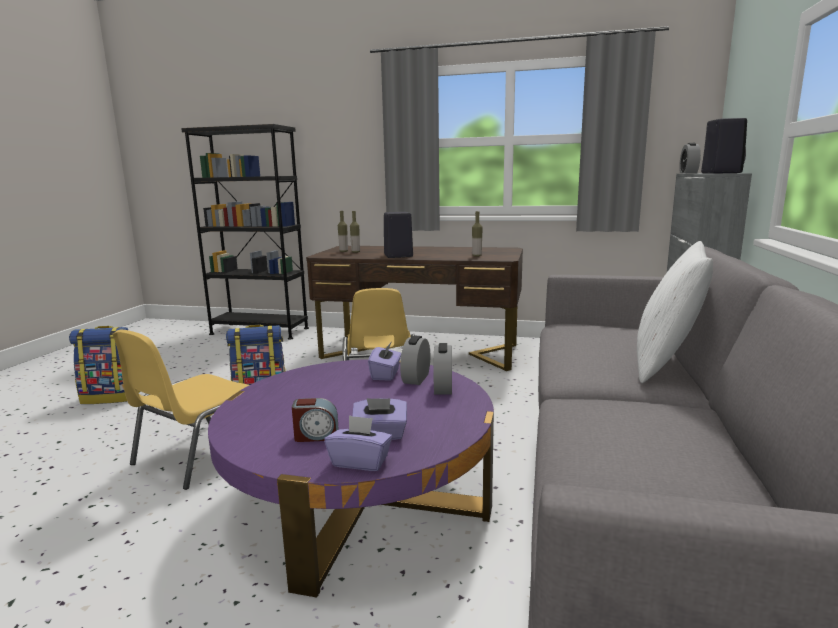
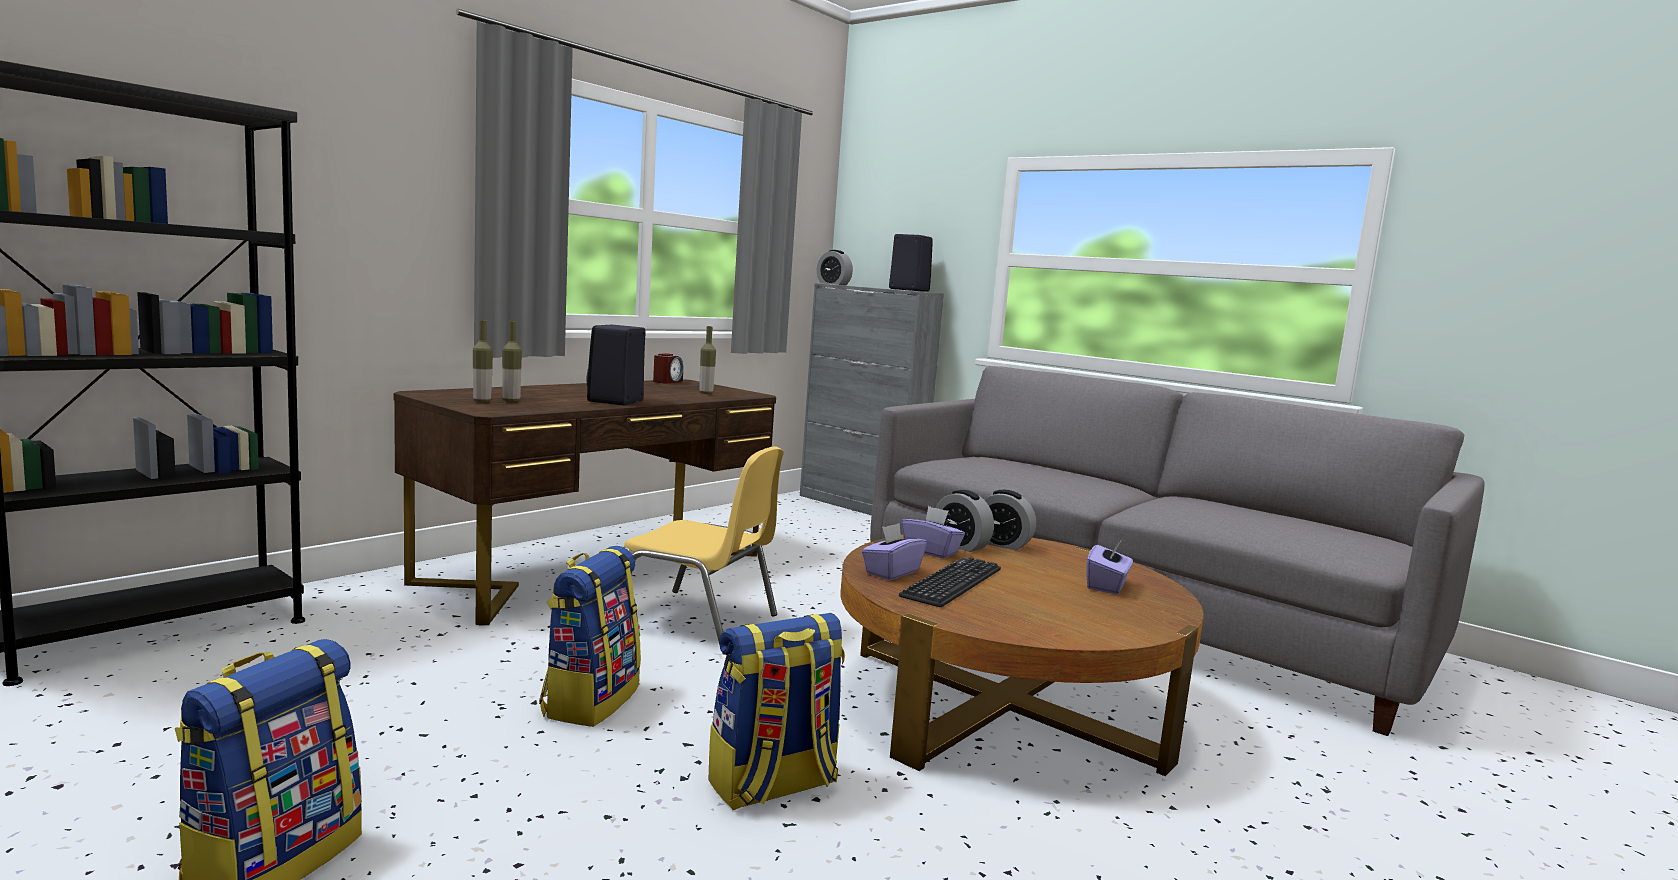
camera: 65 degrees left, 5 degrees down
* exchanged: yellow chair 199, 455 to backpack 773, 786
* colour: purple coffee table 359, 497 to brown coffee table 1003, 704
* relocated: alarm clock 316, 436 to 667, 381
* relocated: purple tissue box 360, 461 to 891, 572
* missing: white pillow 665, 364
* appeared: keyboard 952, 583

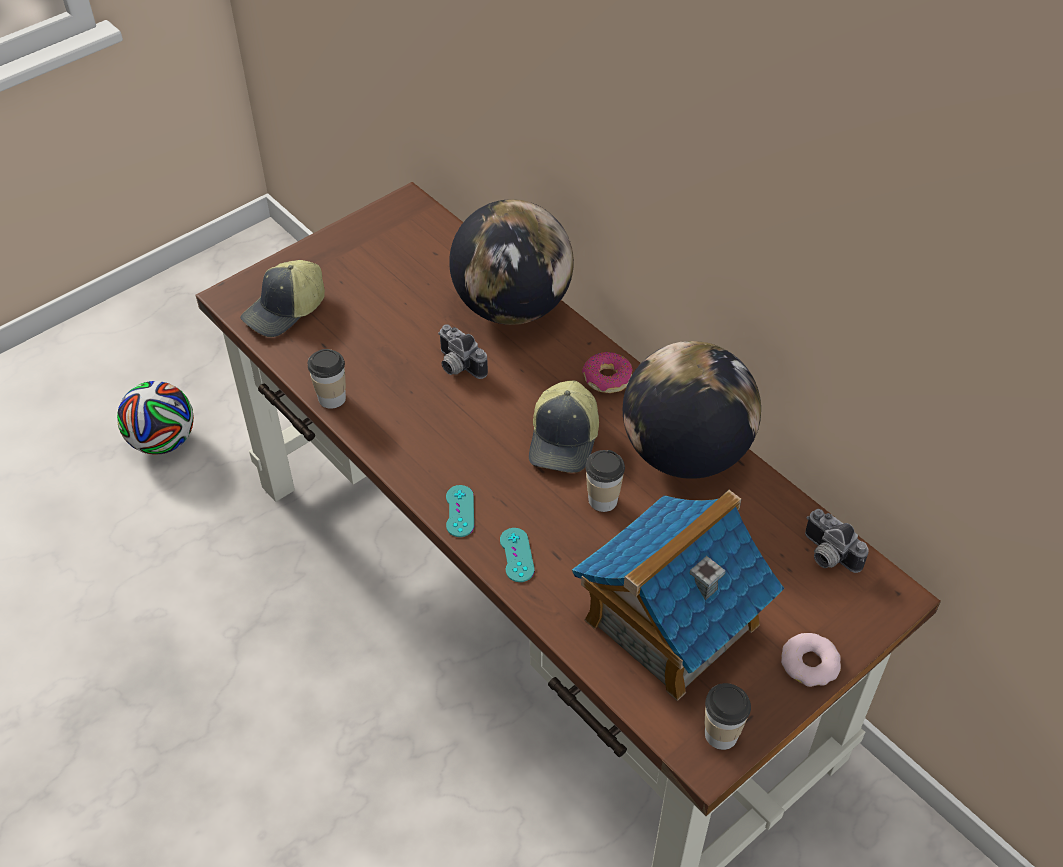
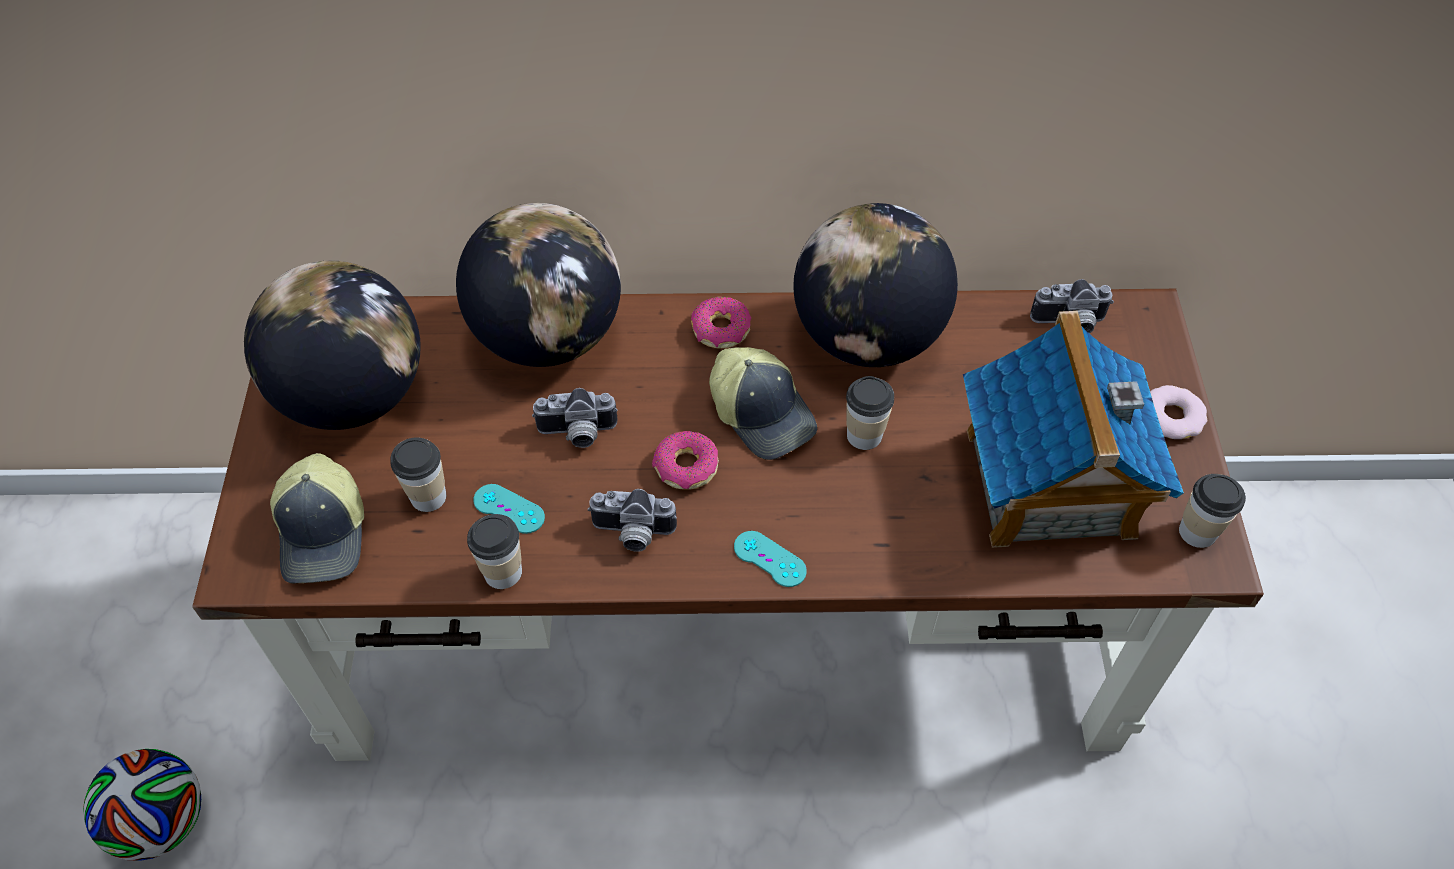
camera: 50 degrees left, 5 degrees up
* relocated: turquoise game controller 517, 555 to 509, 509
* appeared: globe 353, 396
* appeared: cup 428, 496
* appeared: photo camera 632, 534
* appeared: donut 686, 467

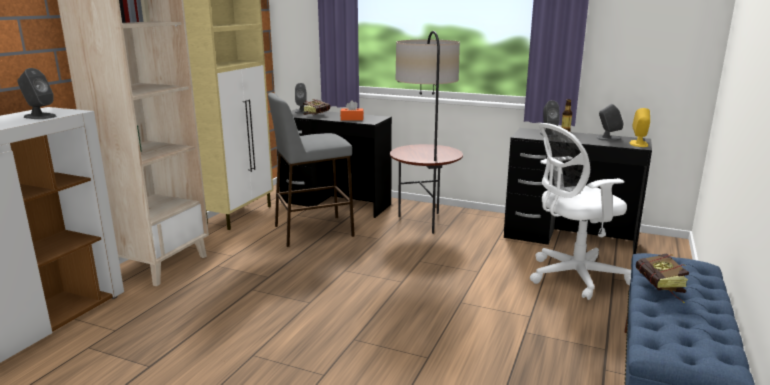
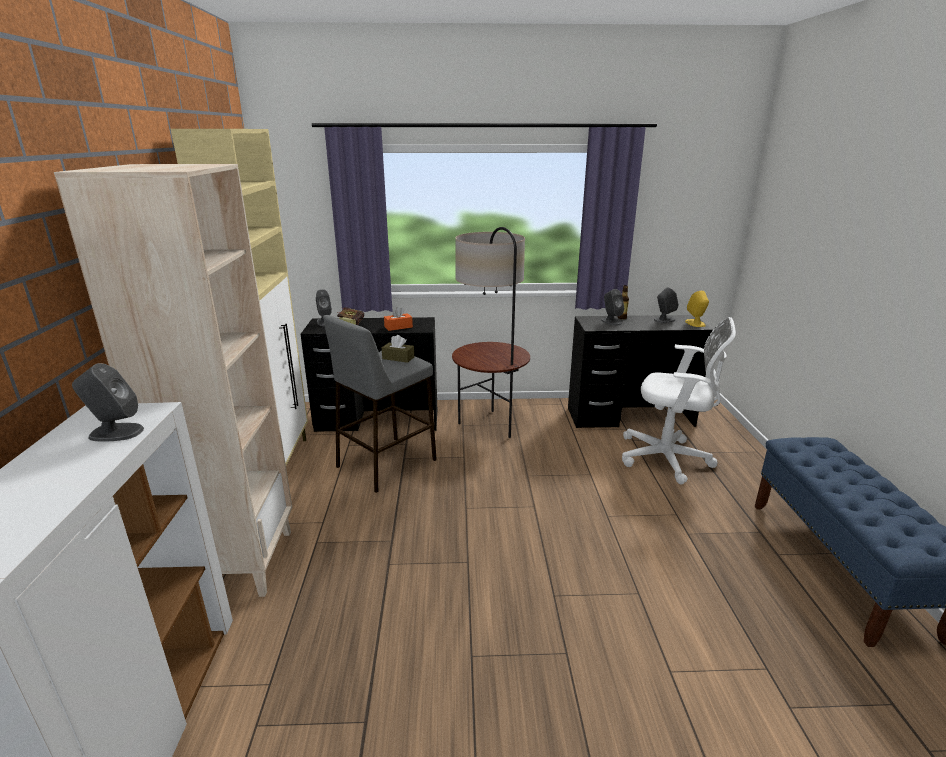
camera: 25 degrees left, 5 degrees up
* spun: white office chair 572, 277 = 668, 459 120 degrees counterclockwise
* missing: book 661, 289
* appeared: brown tissue box 398, 358

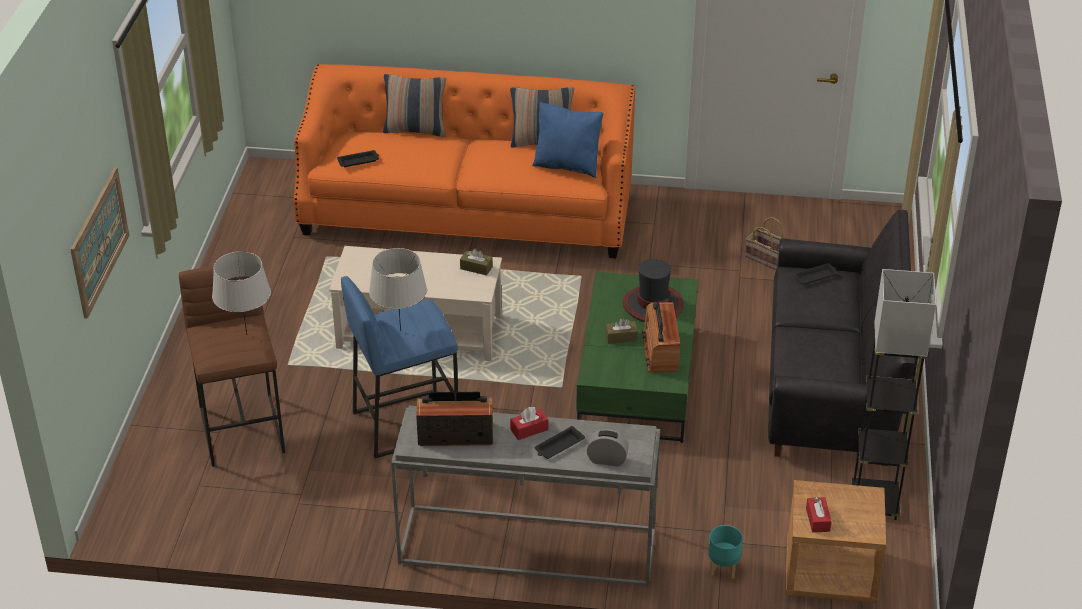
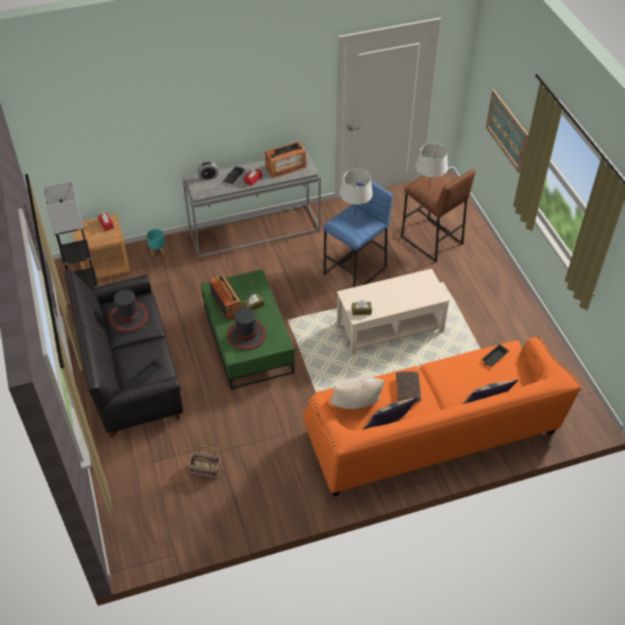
camera: 155 degrees right, 10 degrees up
* colour: blue pillow 567, 165 to beige pillow 356, 407
* appeared: hat 128, 317
* appeared: brown book 408, 389

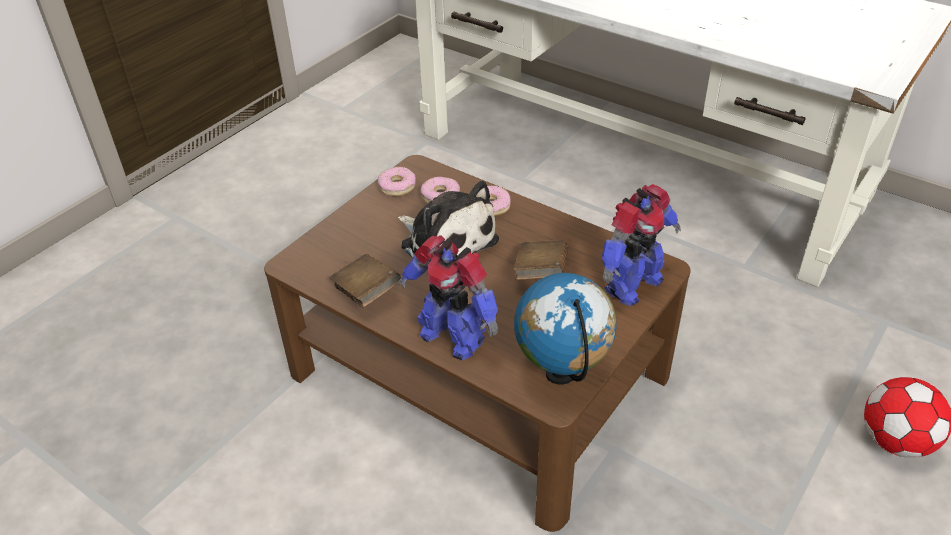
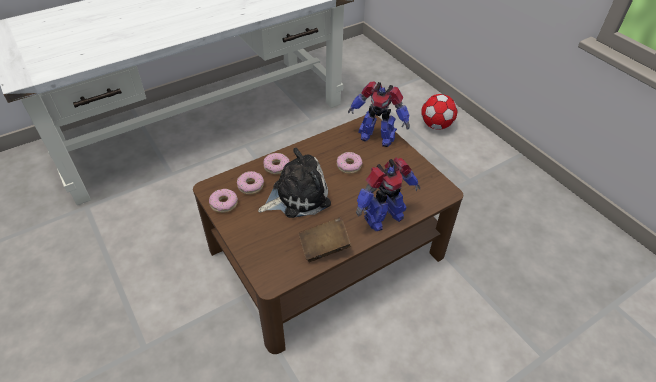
camera: 70 degrees left, 5 degrees up
* exchanged: brown book 540, 273 to donut 349, 166
* missing: globe 562, 374
* spun: toy robot 631, 285 = 376, 137 135 degrees clockwise

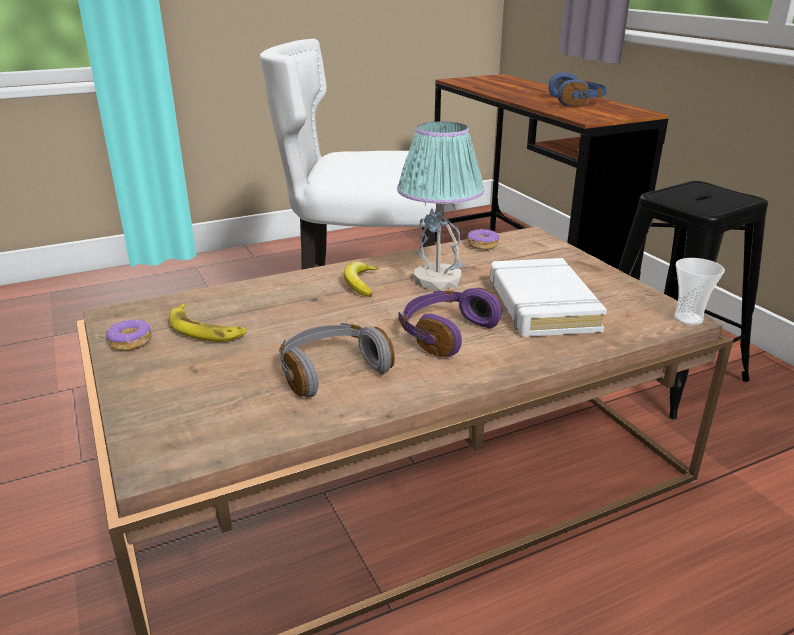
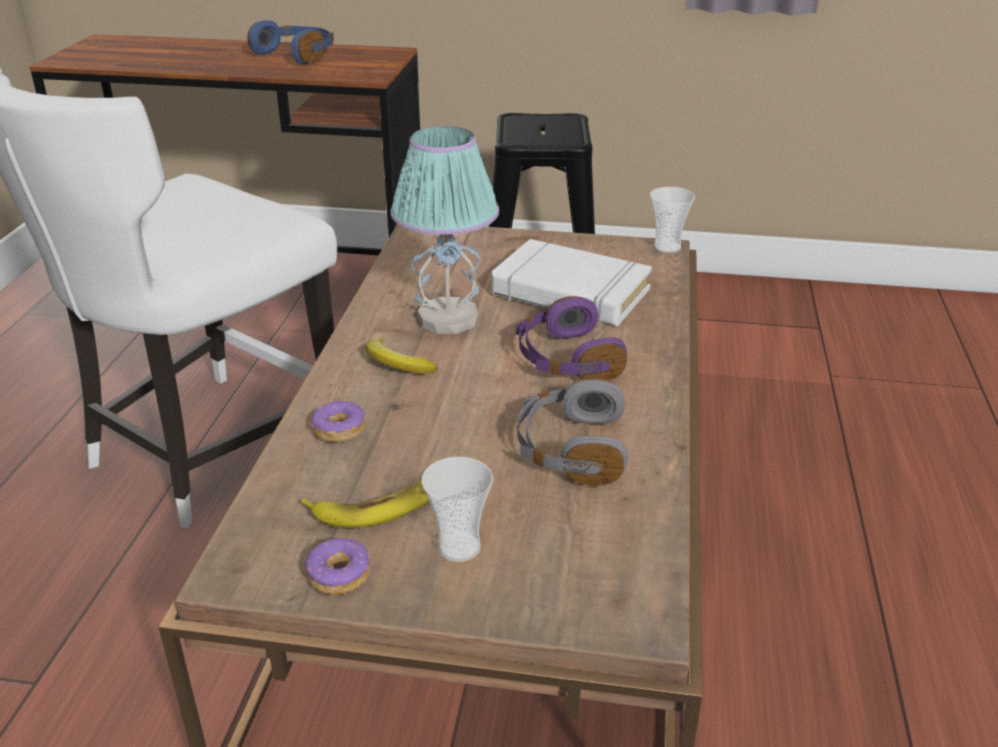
camera: 55 degrees left, 5 degrees up
* relocated: donut 482, 245 to 339, 430
* appeared: cup 459, 547

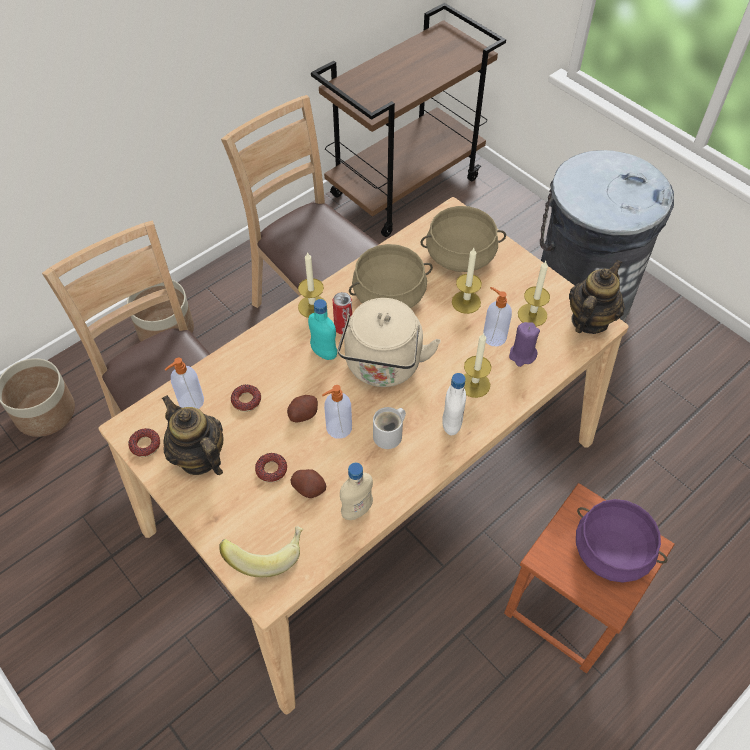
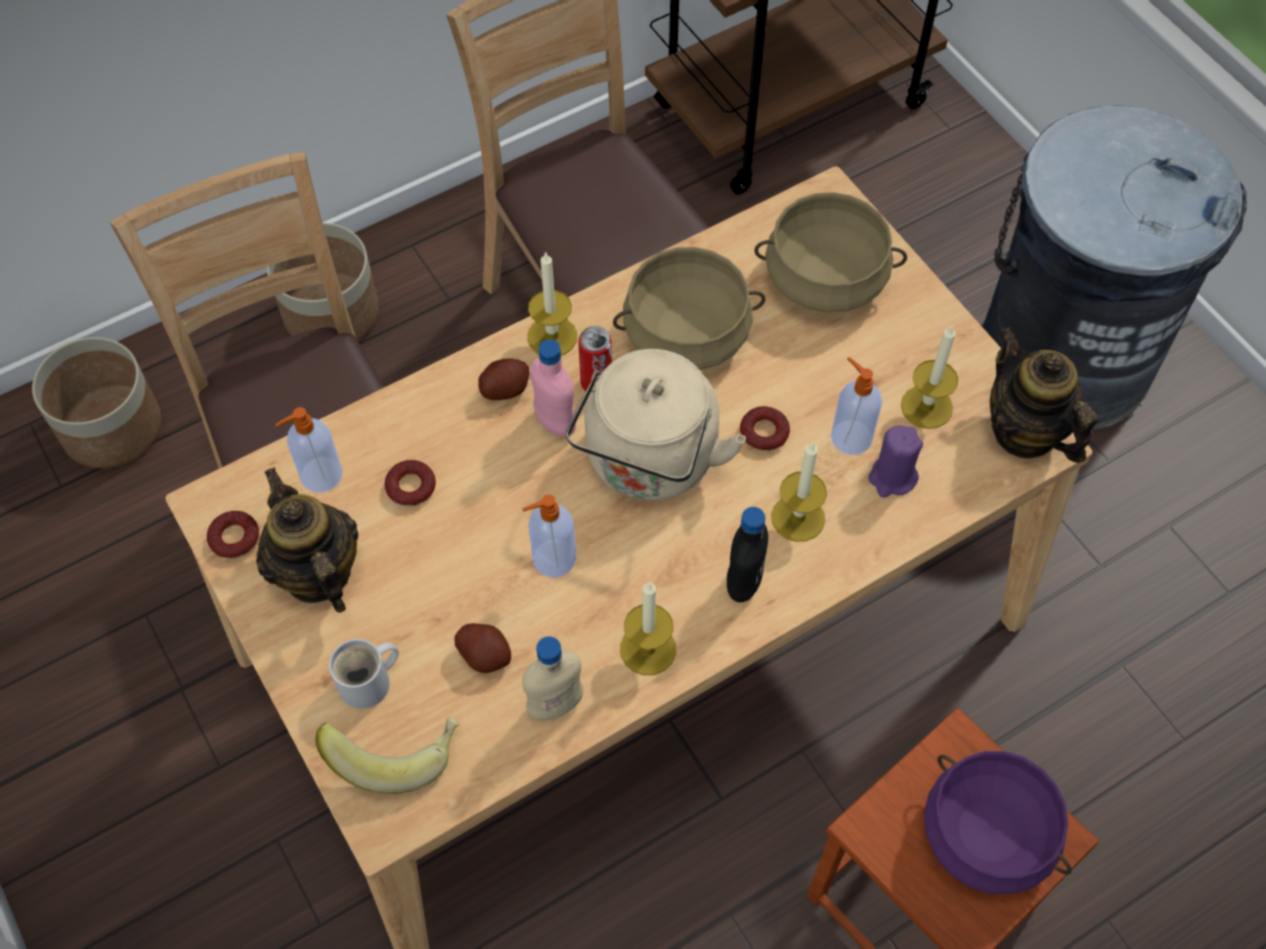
camera: 10 degrees right, 5 degrees up
* relocated: donut 271, 470 to 764, 433
* relocated: potato 303, 414 to 505, 388
* colour: turquoise bottle 324, 353 to pink bottle 555, 422
* relocated: white mug 390, 435 to 370, 683
* colour: white bottle 451, 424 to black bottle 743, 582
* relocated: candle 466, 302 to 648, 649
* spun: teapot 589, 320 = 1024, 431 75 degrees counterclockwise

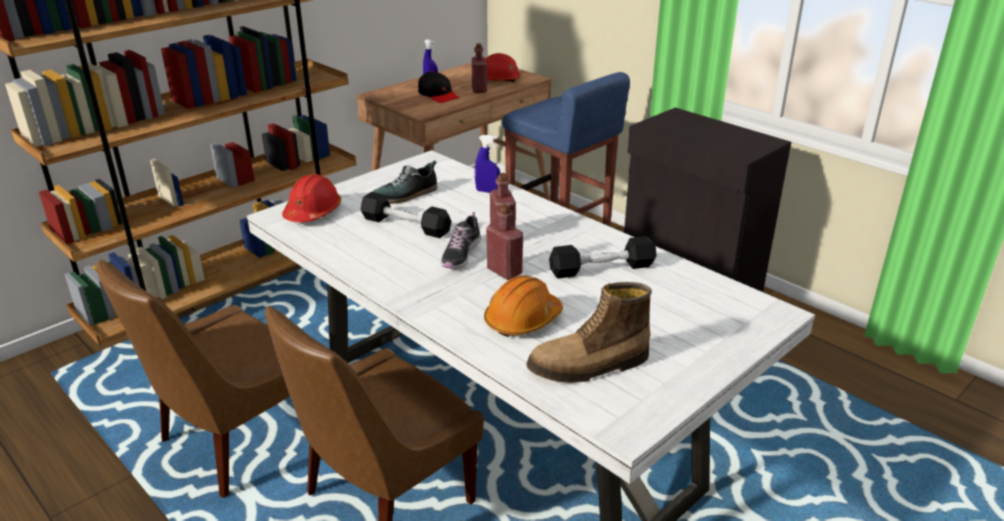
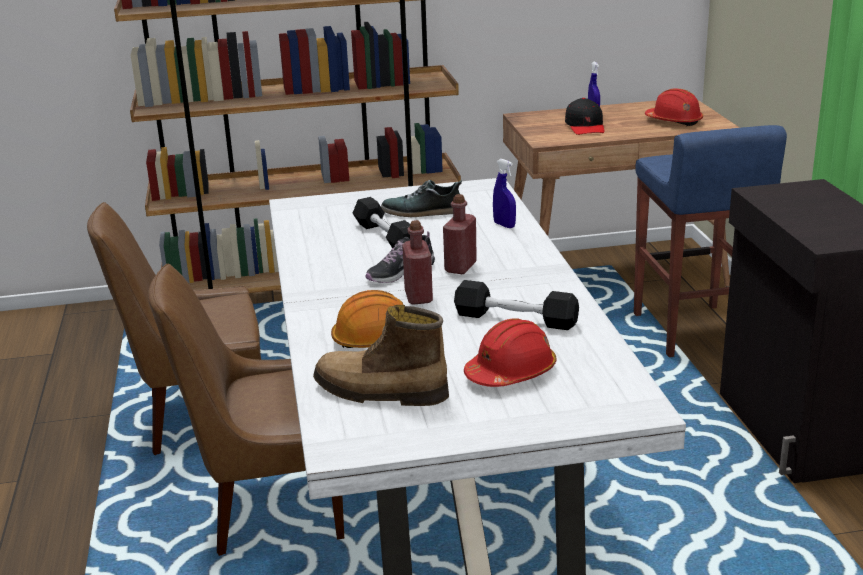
camera: 35 degrees right, 5 degrees down
* relocated: red hard hat 313, 212 to 511, 373
* missing: red bottle 479, 90

